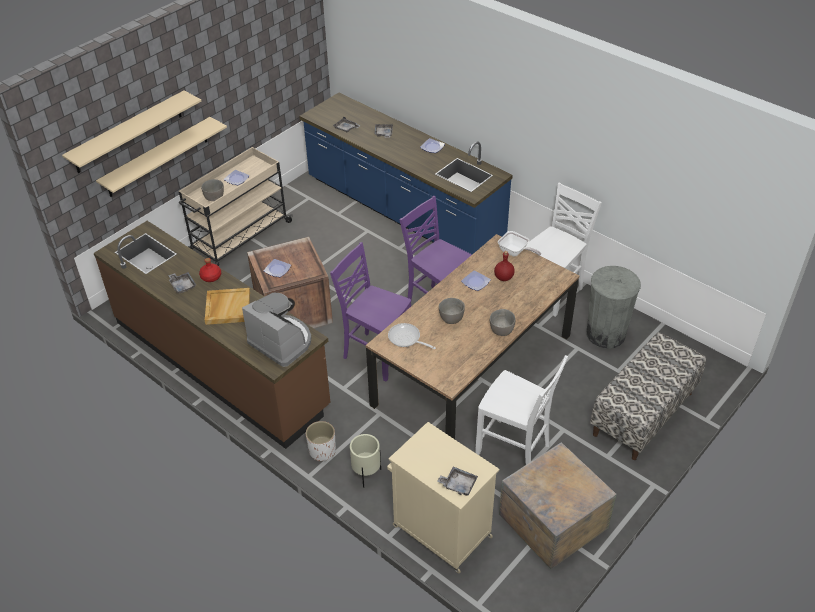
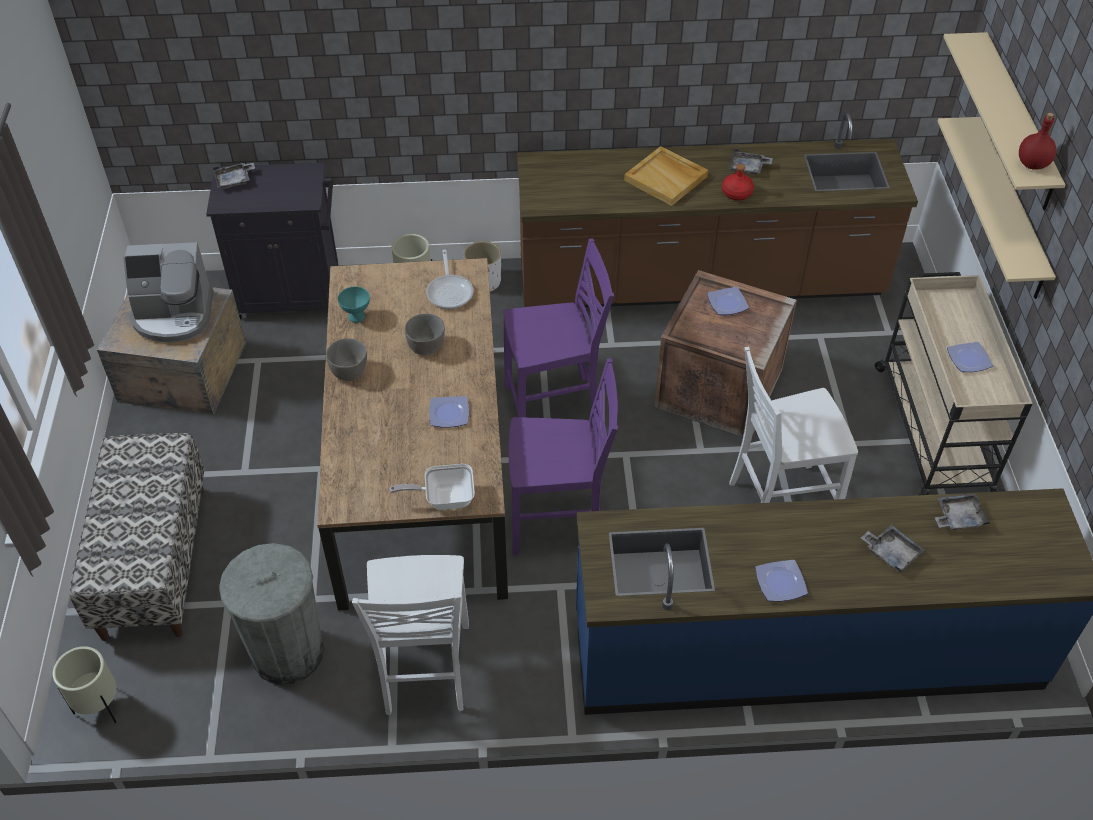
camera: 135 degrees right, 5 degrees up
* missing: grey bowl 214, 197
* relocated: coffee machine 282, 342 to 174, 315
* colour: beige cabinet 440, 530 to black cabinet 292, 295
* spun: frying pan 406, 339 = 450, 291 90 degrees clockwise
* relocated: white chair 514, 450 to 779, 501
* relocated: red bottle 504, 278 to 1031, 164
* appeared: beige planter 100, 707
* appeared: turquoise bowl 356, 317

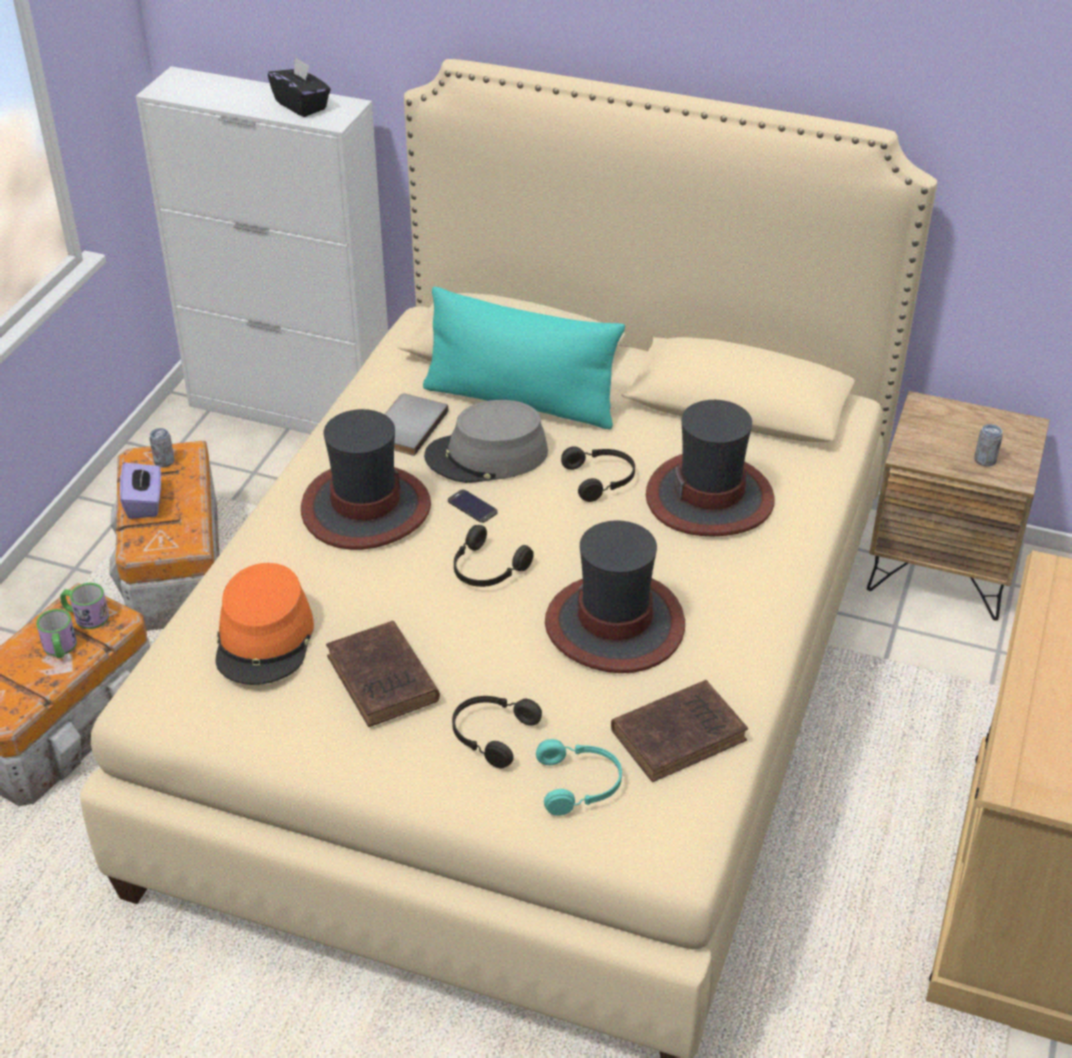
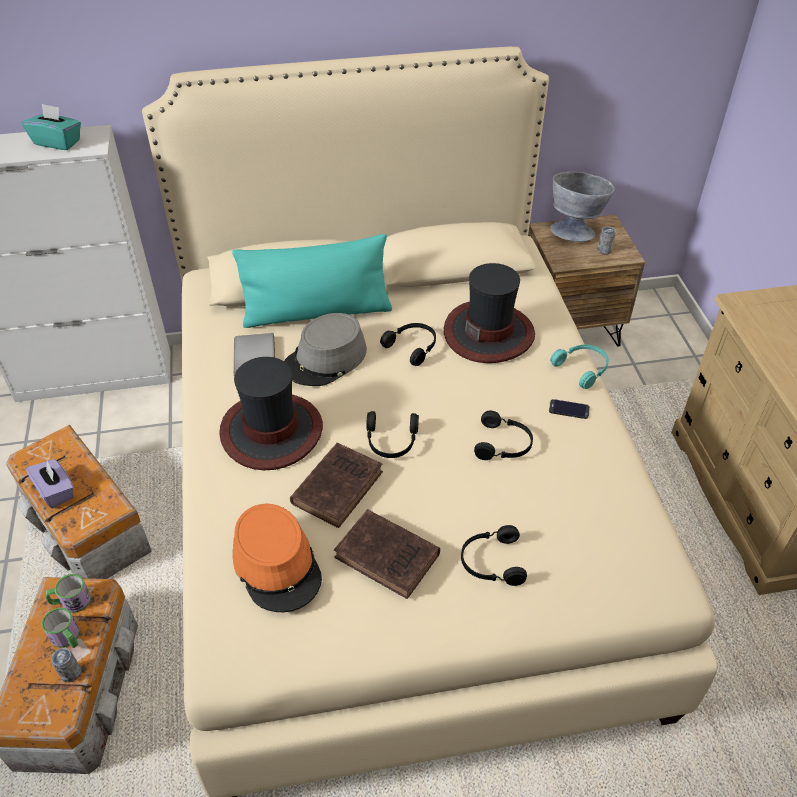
camera: 30 degrees left, 5 degrees up
* relocated: can 164, 461 to 71, 673
* colour: black tissue box 301, 105 to turquoise tissue box 58, 142
* relocated: phone 472, 506 to 569, 409
* relocated: turquoise headphones 580, 784 to 582, 368
* exchanged: hat 615, 625 to black headphones 504, 444
* relocated: brown book 681, 734 to 339, 486
* appeared: grey bowl 575, 230

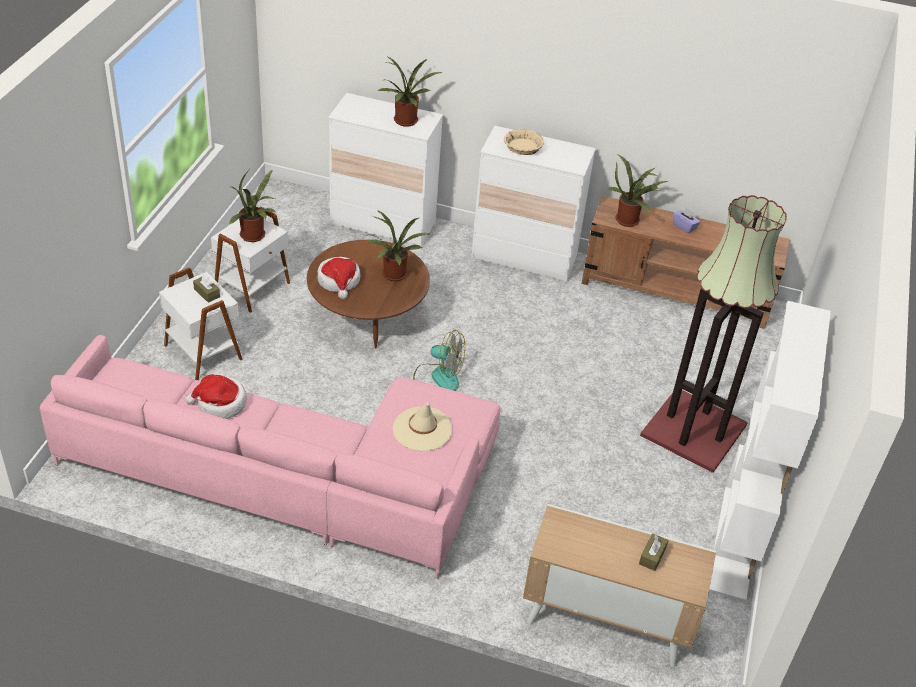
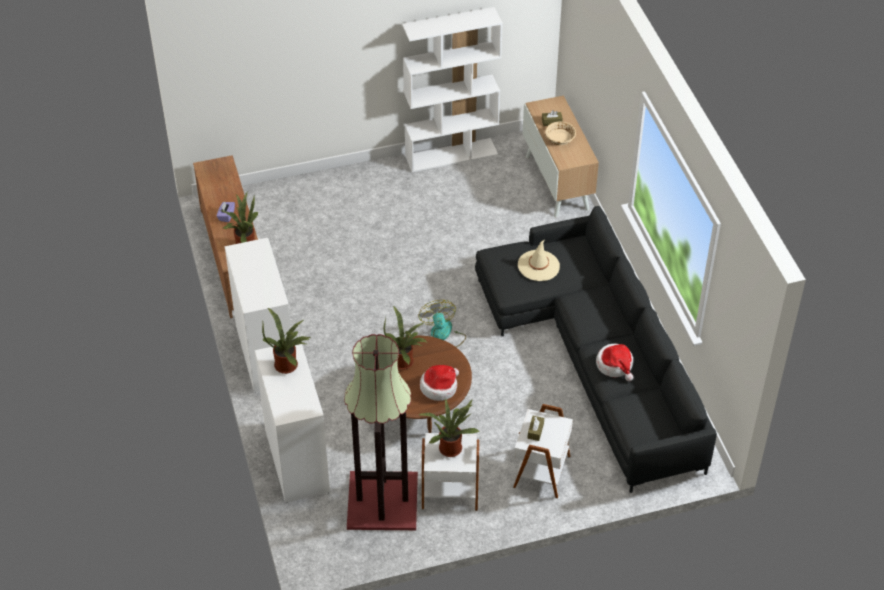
camera: 120 degrees left, 5 degrees up
* colour: pink sofa 292, 475 to black sofa 595, 356
* relocated: beige bowl 523, 148 to 559, 138
* relocated: floor lamp 692, 430 to 383, 502

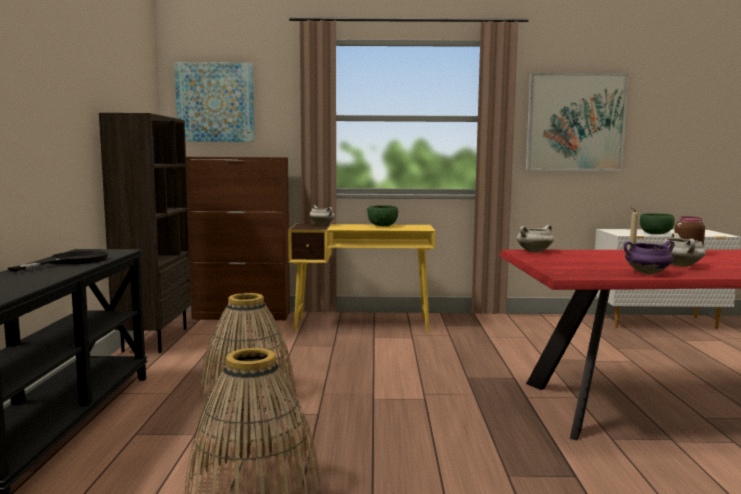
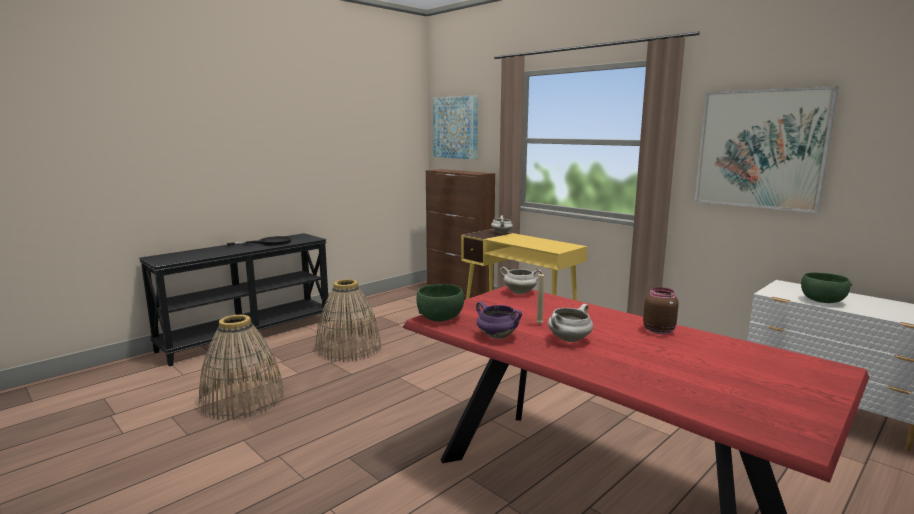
camera: 45 degrees right, 5 degrees up
* missing: brown bookcase 155, 339
* relocated: green bowl 382, 225 to 441, 318

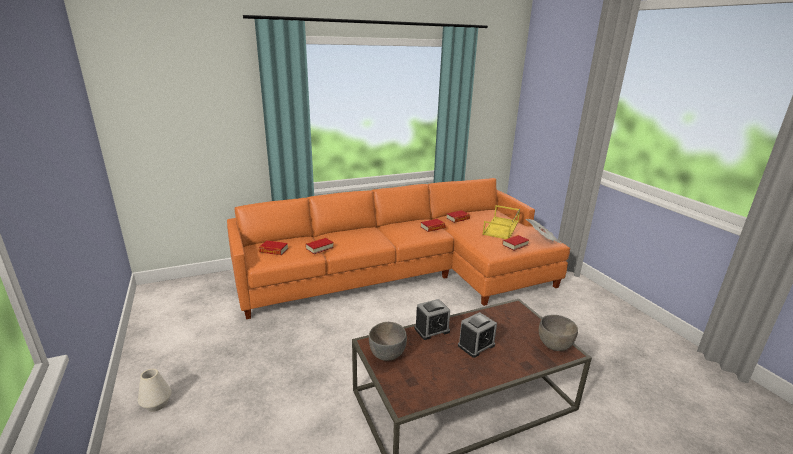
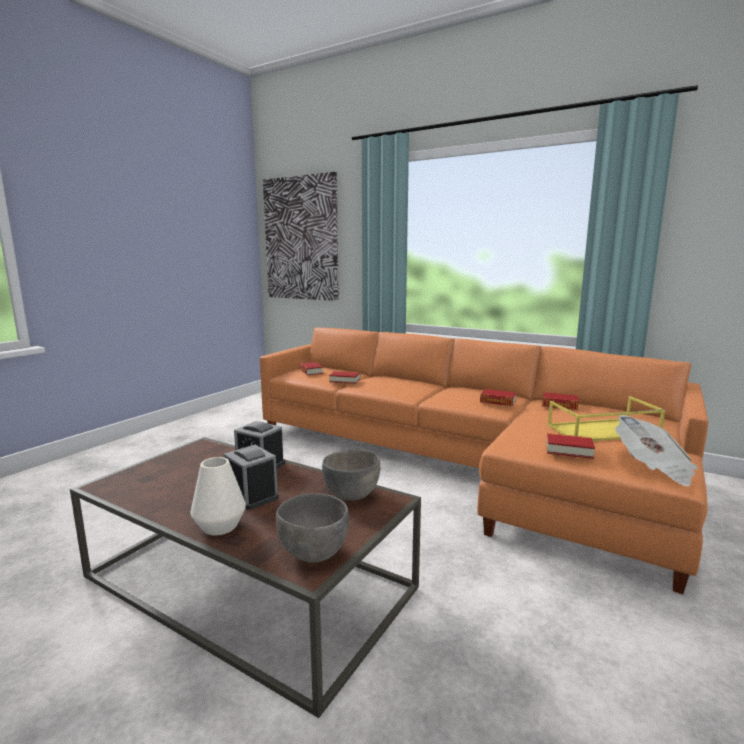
camera: 55 degrees right, 10 degrees down
* relocated: white vase 157, 404 to 219, 526
* relocated: grey bowl 387, 354 to 352, 495
* spun: alarm clock 476, 345 = 252, 495 150 degrees counterclockwise
* appeared: picture 301, 239

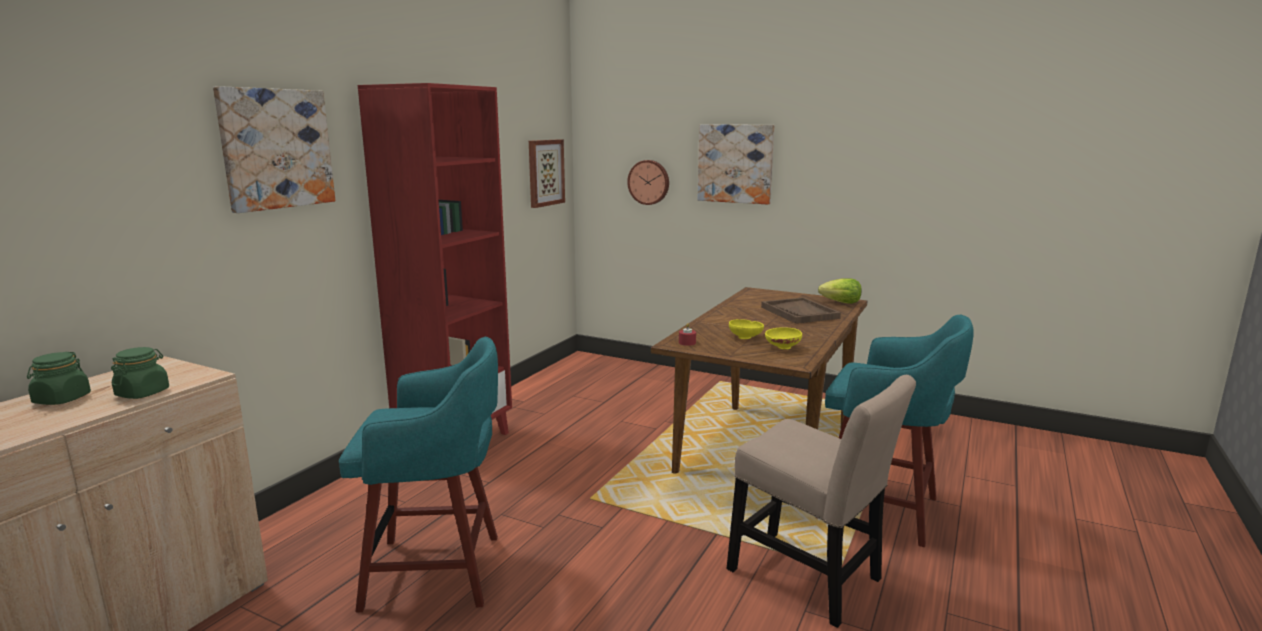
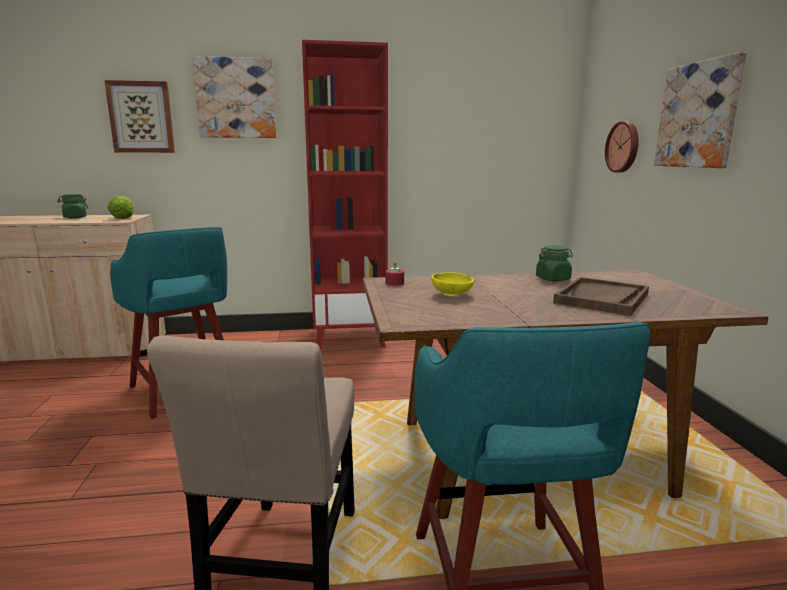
camera: 55 degrees right, 0 degrees up
* relocated: green jar 143, 393 to 553, 279
* relocated: picture 545, 172 to 141, 117
* missing: yellow bowl 782, 347
* relocated: lettuce 841, 303 to 123, 218

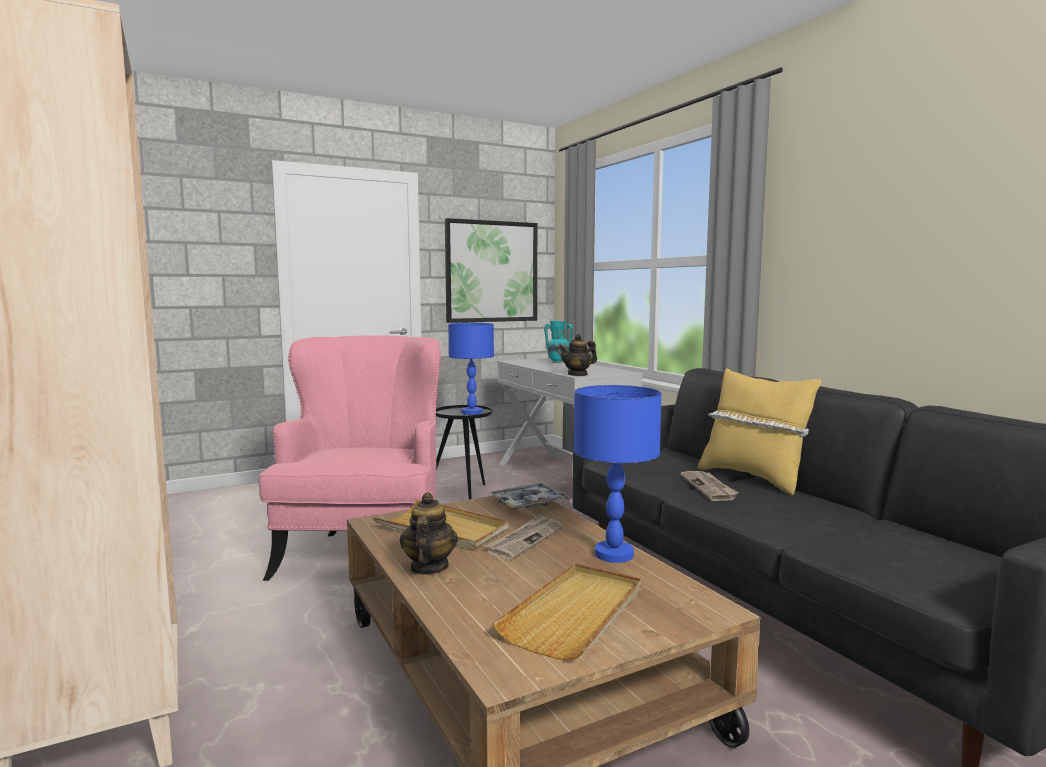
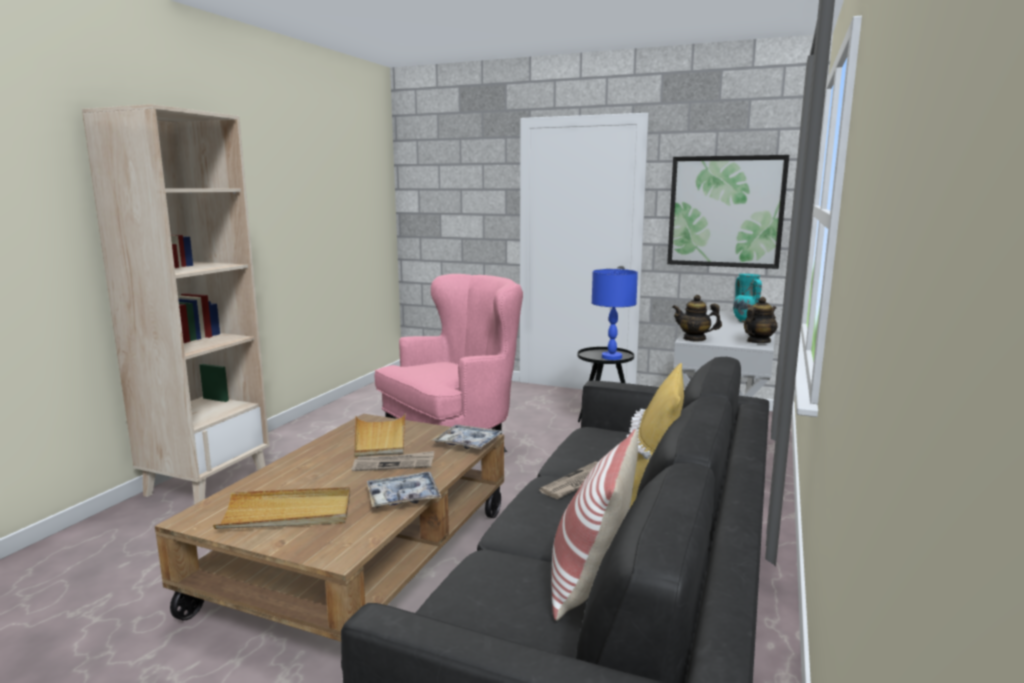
camera: 50 degrees right, 5 degrees up
* relocated: teapot 428, 567 to 758, 341
* exchanged: blue table lamp 615, 554 to tray 403, 497
* appeared: pillow 590, 580

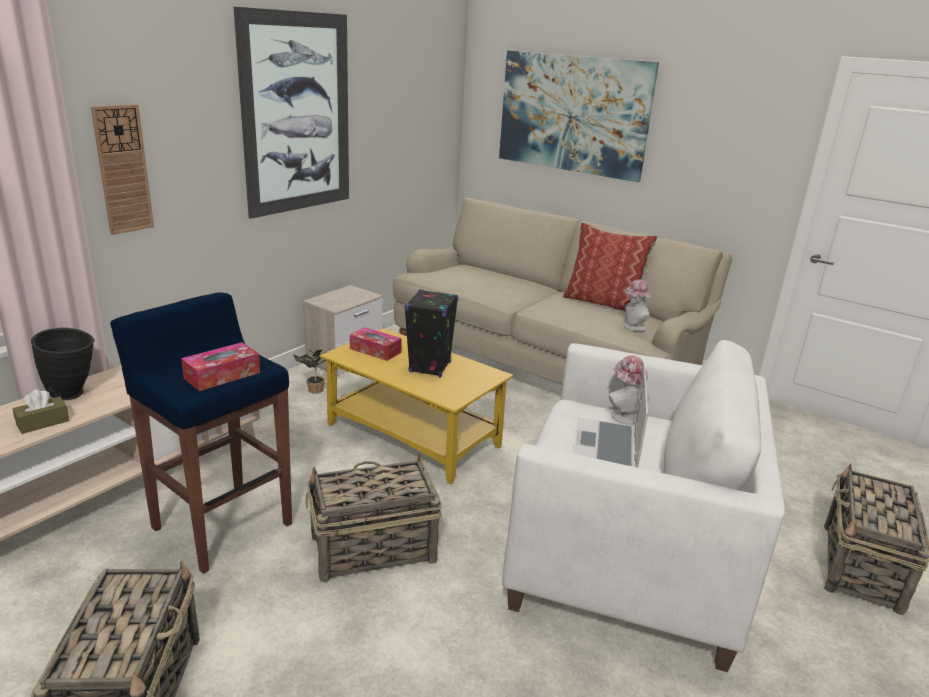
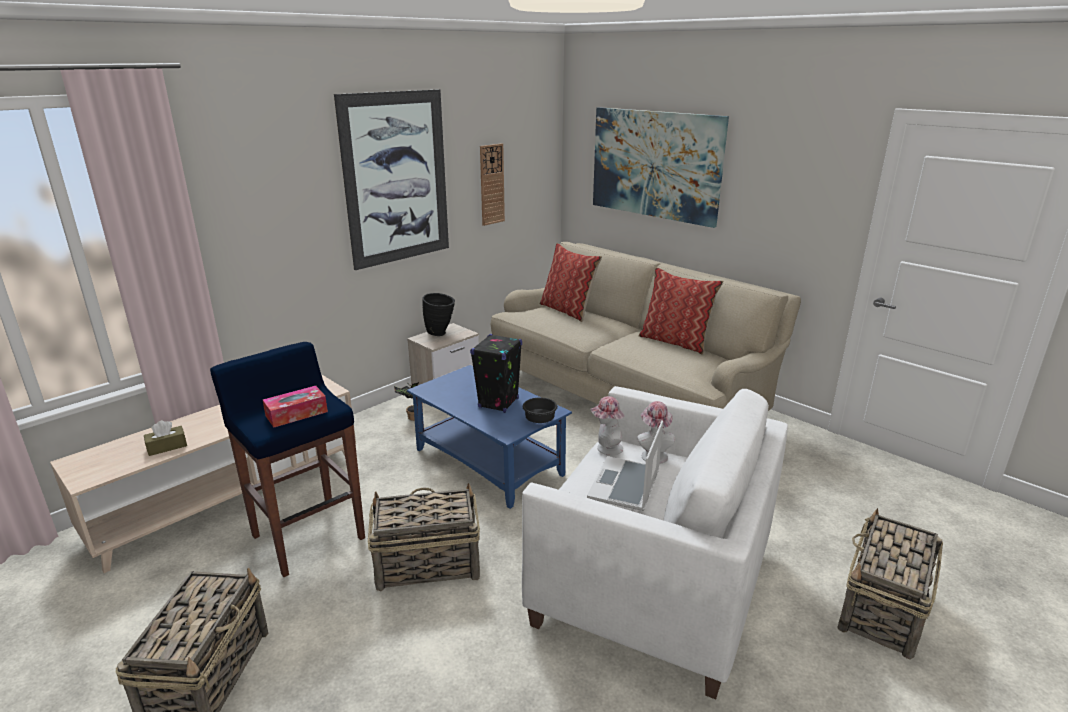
camera: 10 degrees right, 0 degrees up
* relocated: black vase 73, 394 to 440, 333
* relocated: wall clock 123, 170 to 491, 184
* colour: yellow coffee table 414, 435 to blue coffee table 490, 462
* missing: tissue box 375, 350
* relocated: hat 632, 327 to 606, 449
* appeared: black bowl 539, 419
* appeared: pillow 568, 310

